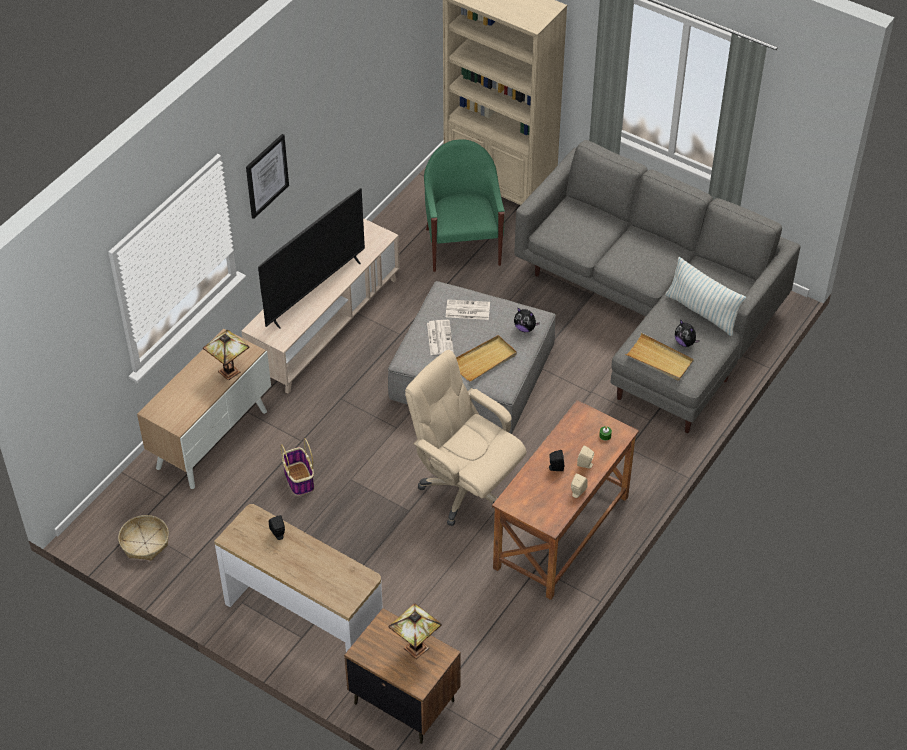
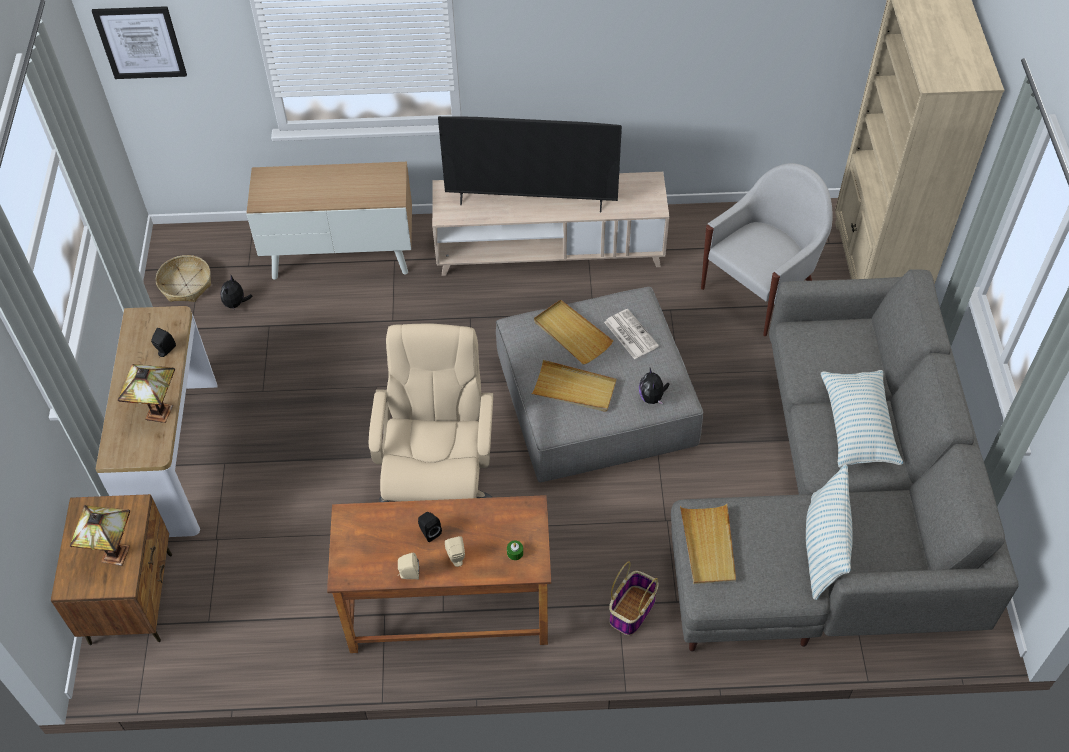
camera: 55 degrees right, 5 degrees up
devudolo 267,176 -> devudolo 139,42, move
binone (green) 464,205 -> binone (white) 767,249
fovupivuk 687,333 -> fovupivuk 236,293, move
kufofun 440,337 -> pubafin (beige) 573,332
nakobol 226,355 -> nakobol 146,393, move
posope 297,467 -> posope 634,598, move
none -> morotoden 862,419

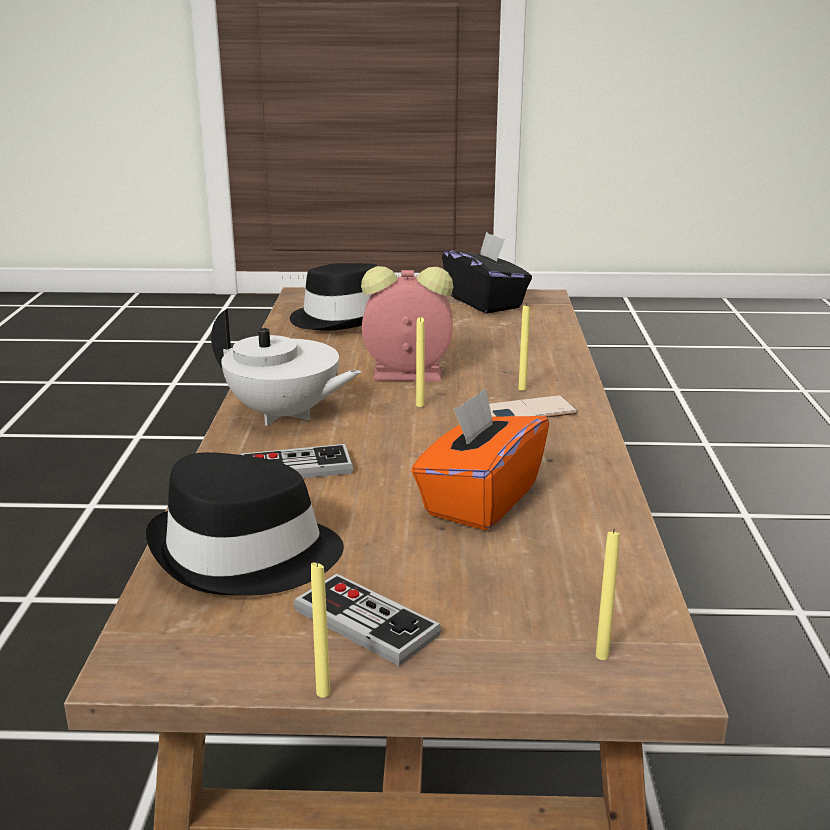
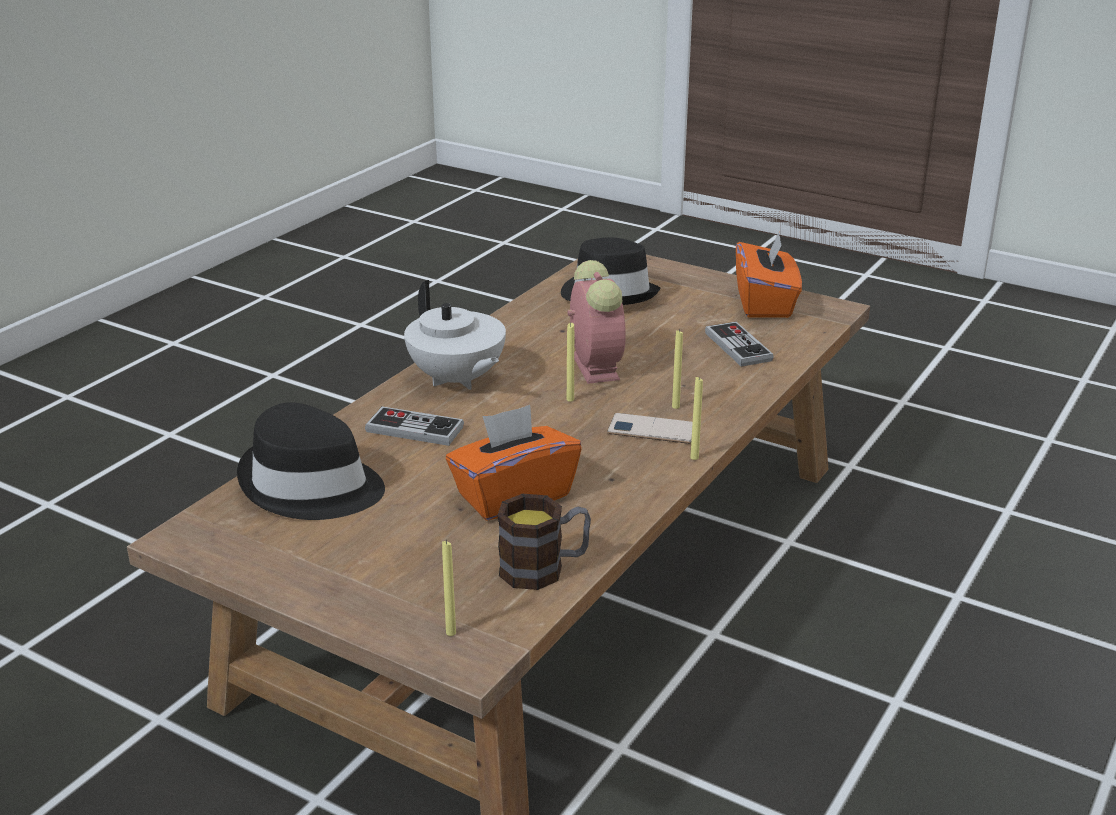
camera: 30 degrees right, 5 degrees up
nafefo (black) 487,272 -> nafefo (orange) 769,275
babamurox 407,323 -> babamurox 596,322, 45 degrees clockwise
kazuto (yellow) 320,629 -> kazuto (yellow) 696,418, move
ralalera 367,619 -> ralalera 739,344, move
none -> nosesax 544,542

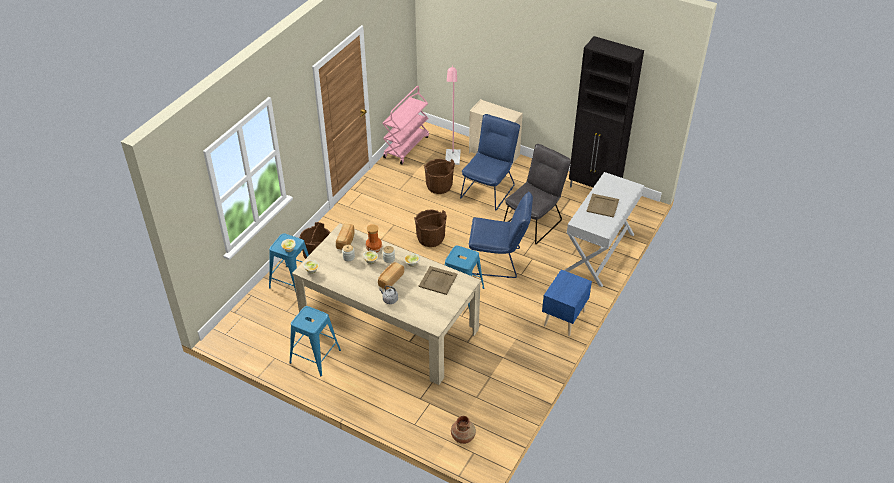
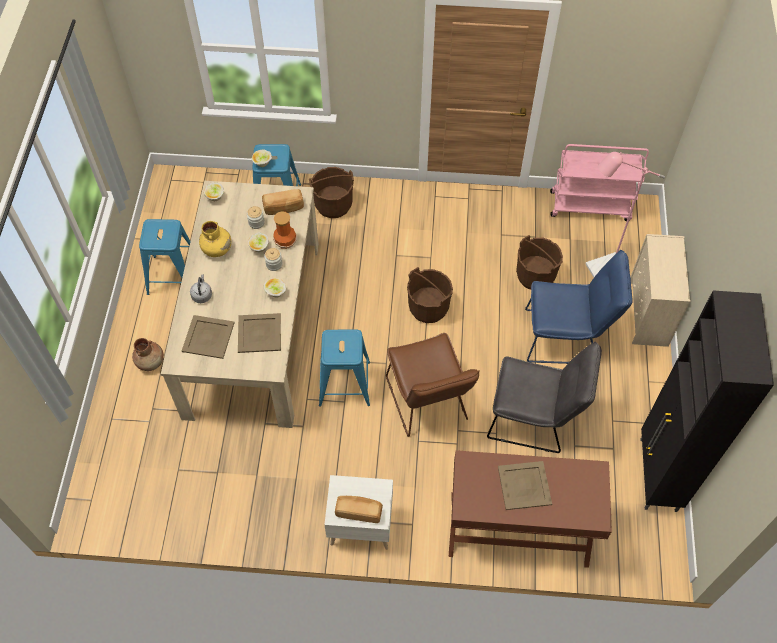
camera: 65 degrees right, 15 degrees up
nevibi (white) 604,229 -> nevibi (brown) 530,509
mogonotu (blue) 501,235 -> mogonotu (brown) 433,385
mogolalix 391,276 -> mogolalix 359,509, move
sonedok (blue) 567,303 -> sonedok (white) 358,512
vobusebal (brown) 463,430 -> vobusebal (brown) 148,354, move
none -> vobusebal (yellow) 215,239
none -> pubafin (beige) 208,337

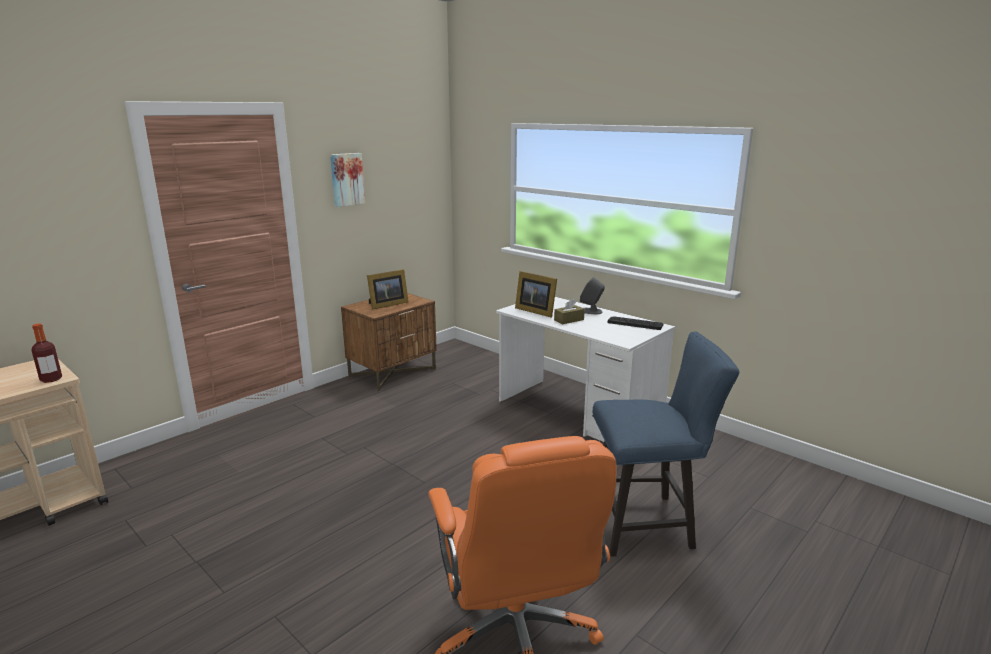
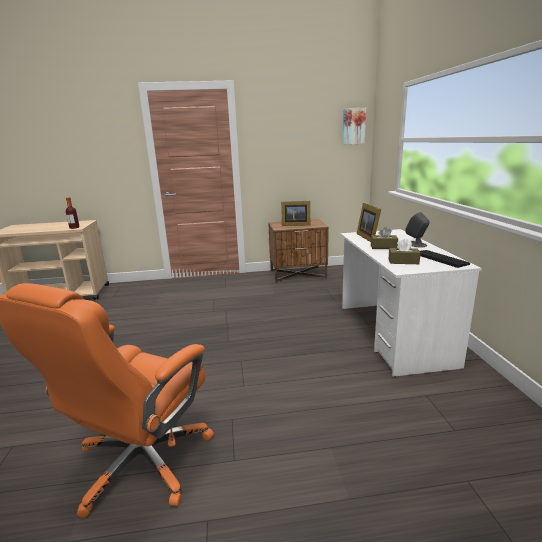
camera: 40 degrees right, 0 degrees up
devudolo 347,180 -> devudolo 354,126, move
mogonotu (blue) 666,444 -> none
none -> nafefo (brown) 404,251

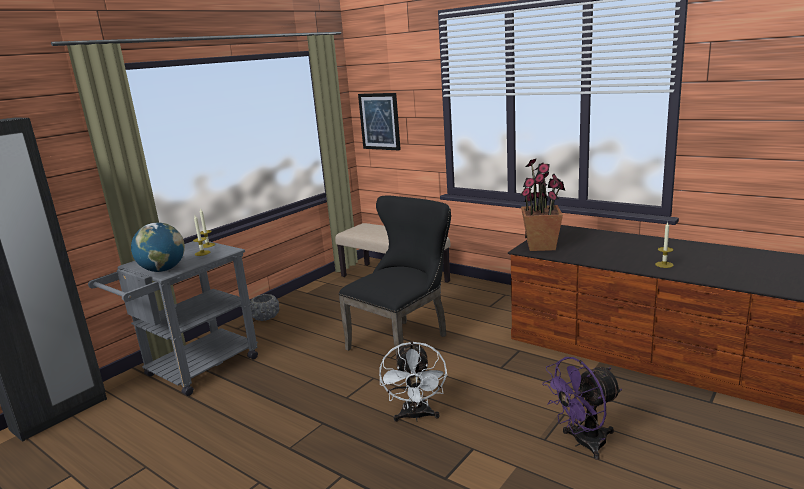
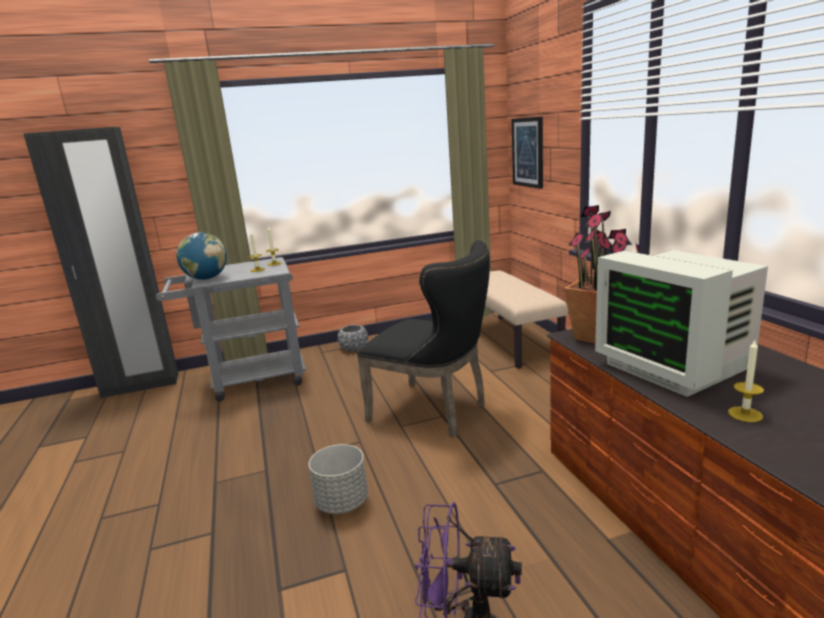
camera: 35 degrees right, 0 degrees up
mogonotu (black) 394,283 -> mogonotu (black) 423,339, 45 degrees clockwise
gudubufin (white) 413,381 -> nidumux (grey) 338,479
none -> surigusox 681,323

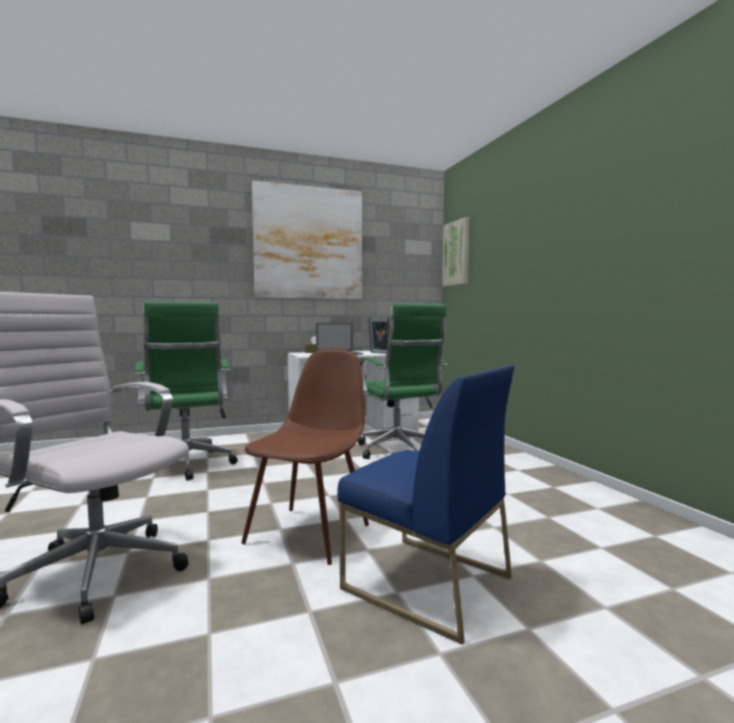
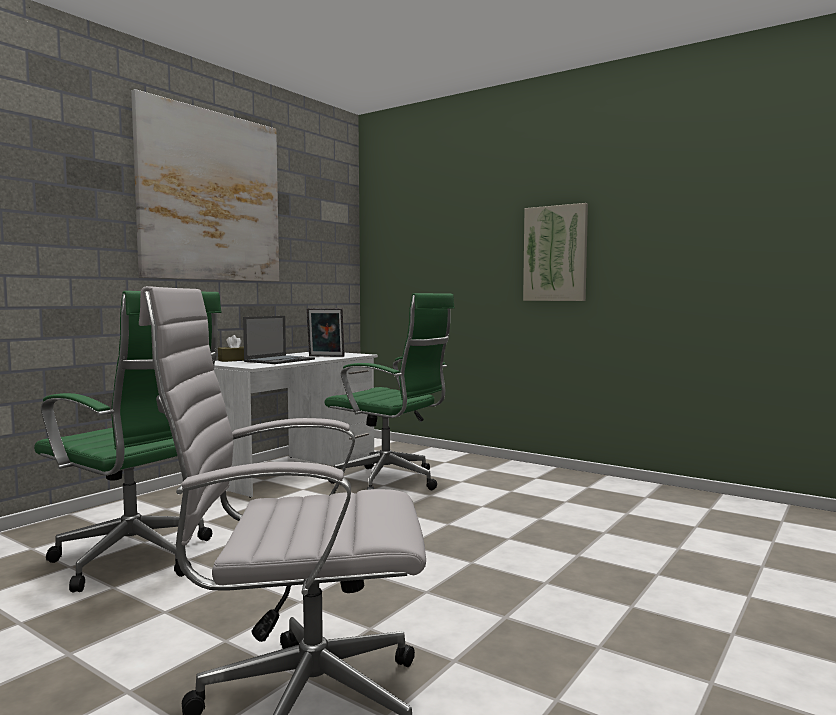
camera: 35 degrees left, 0 degrees up
devudolo 456,252 -> devudolo 555,252, move
mogonotu (brown) 305,456 -> none
mogonotu (blue) 425,504 -> none

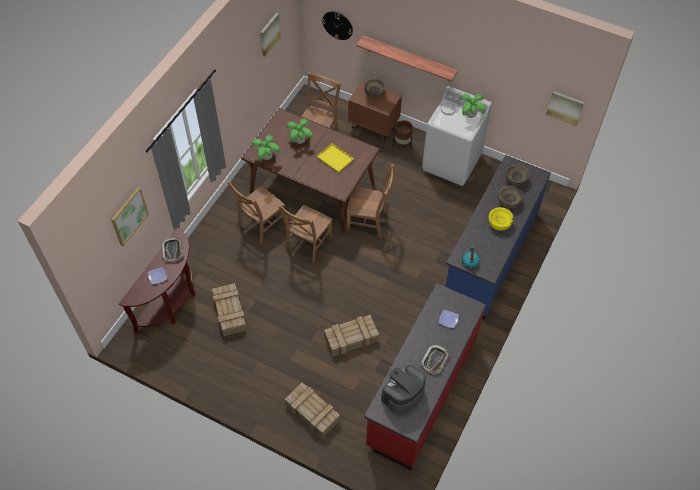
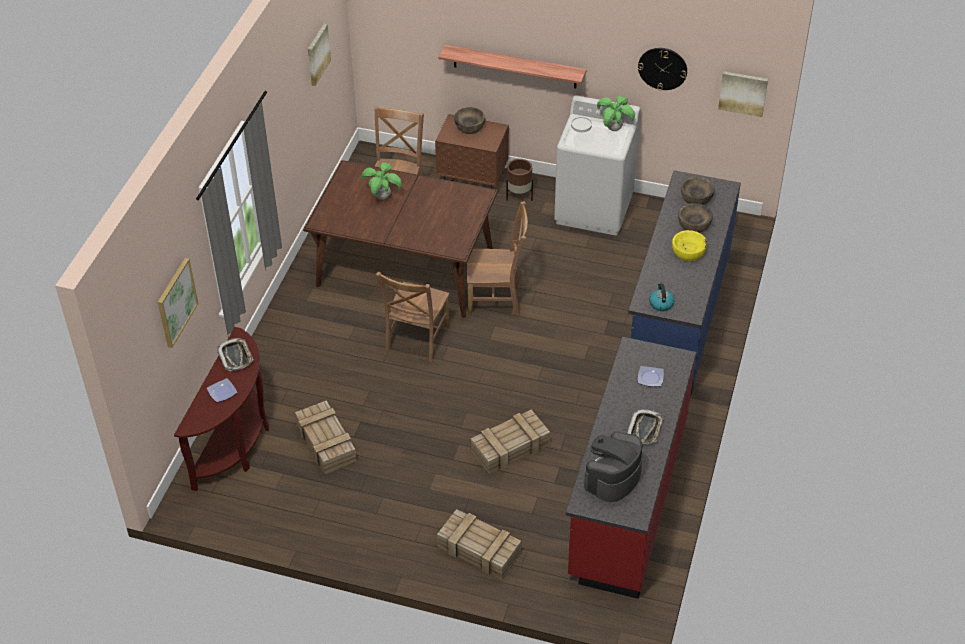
camera: 10 degrees left, 10 degrees down
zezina 337,25 -> zezina 662,69, move
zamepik 266,147 -> none
pubafin (yellow) 335,158 -> none
mogonotu (brown) 256,212 -> none

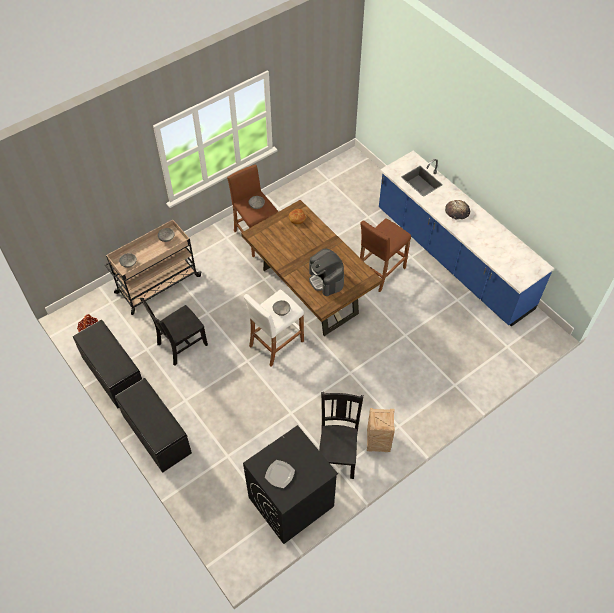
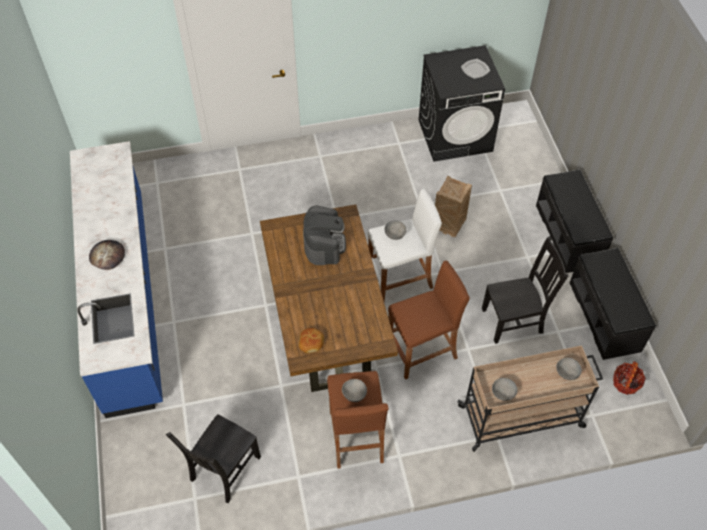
camera: 155 degrees left, 0 degrees up
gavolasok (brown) 385,255 -> gavolasok (brown) 429,320, move
mogonotu (black) 341,435 -> mogonotu (black) 213,458, move
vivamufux 381,430 -> vivamufux 453,206, move

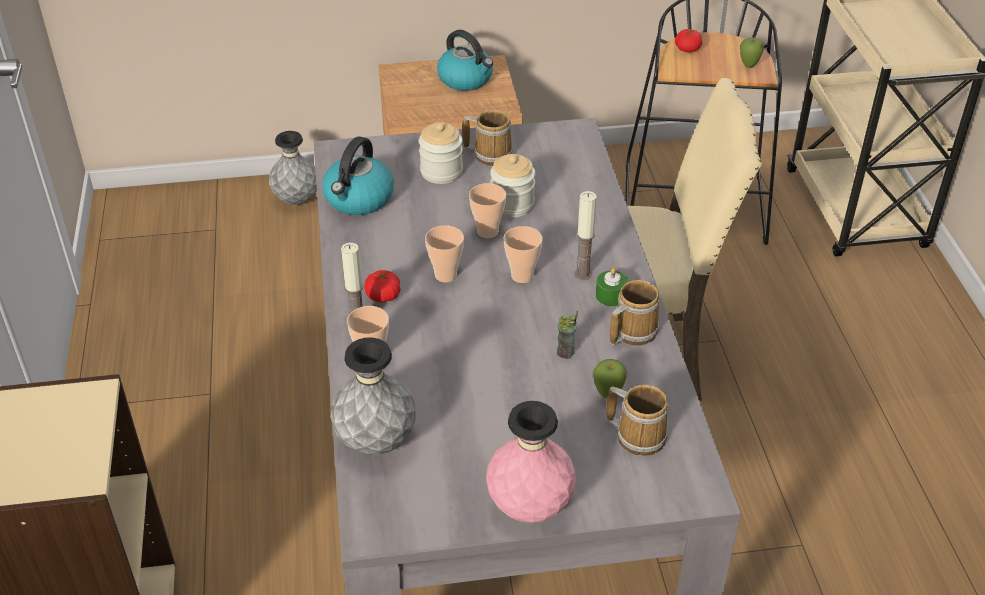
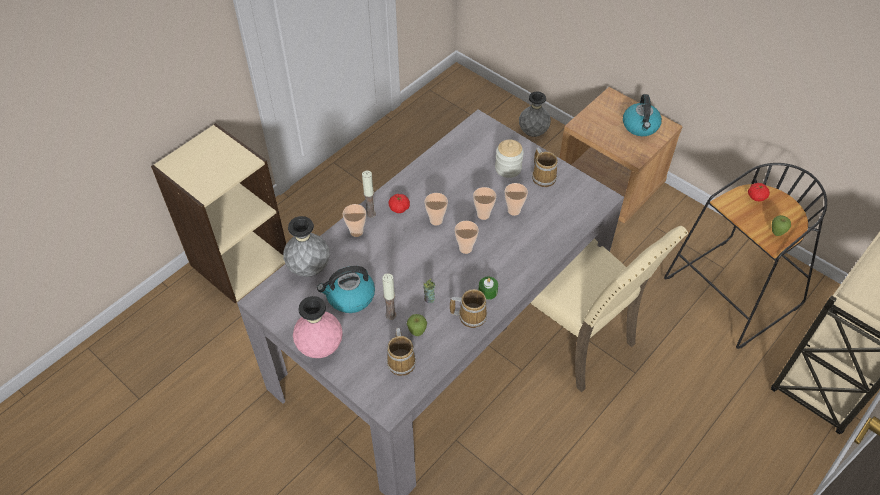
camera: 50 degrees right, 10 degrees up
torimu 358,175 -> torimu 346,289, move
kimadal 512,185 -> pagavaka 516,199
kazuto 585,235 -> kazuto 389,296, move

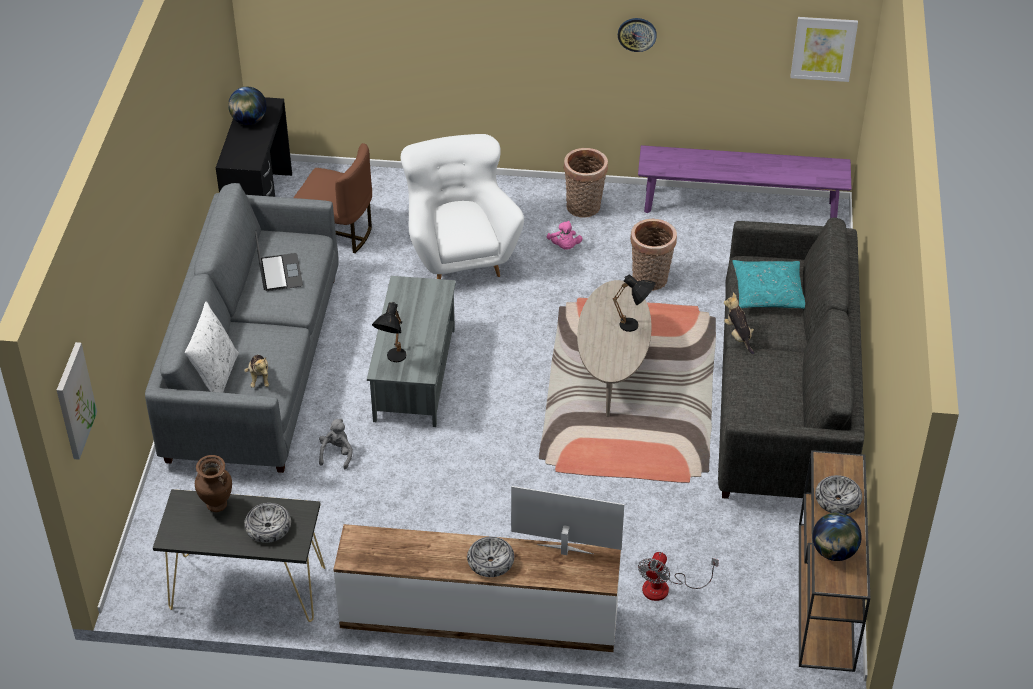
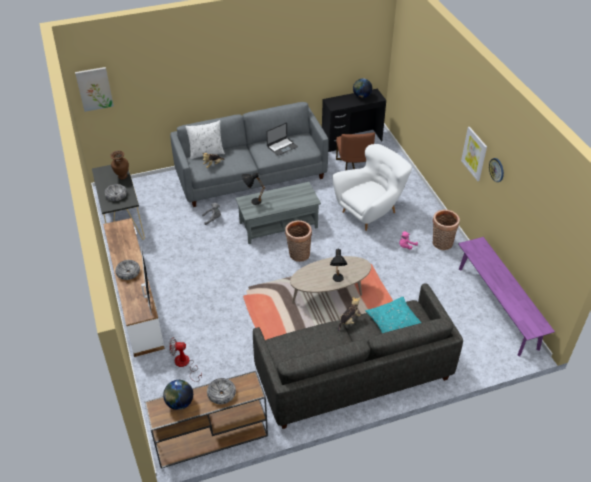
camera: 65 degrees right, 0 degrees up
devudolo 824,49 -> devudolo 474,154, move
posope 653,255 -> posope 298,241, move

